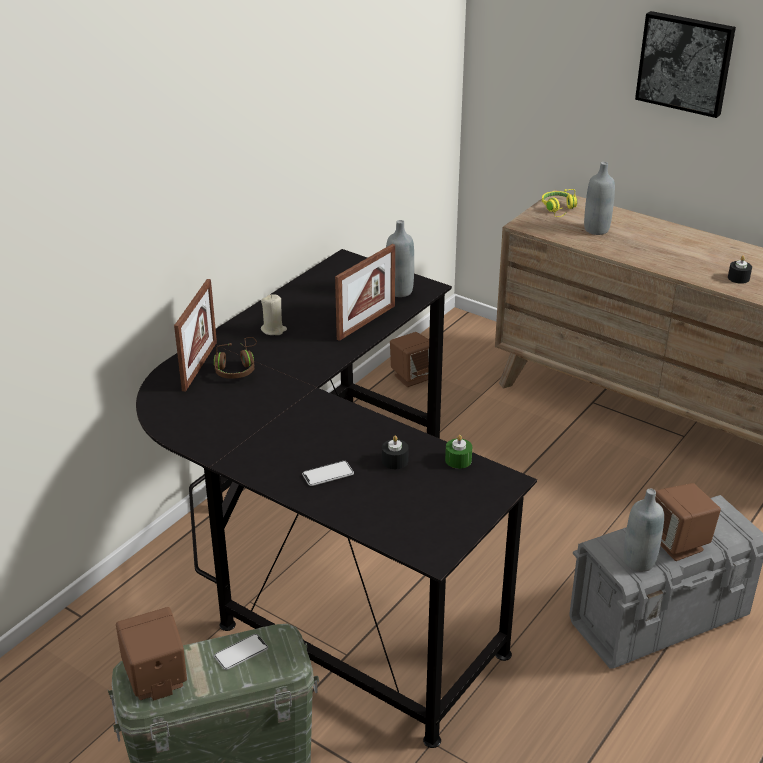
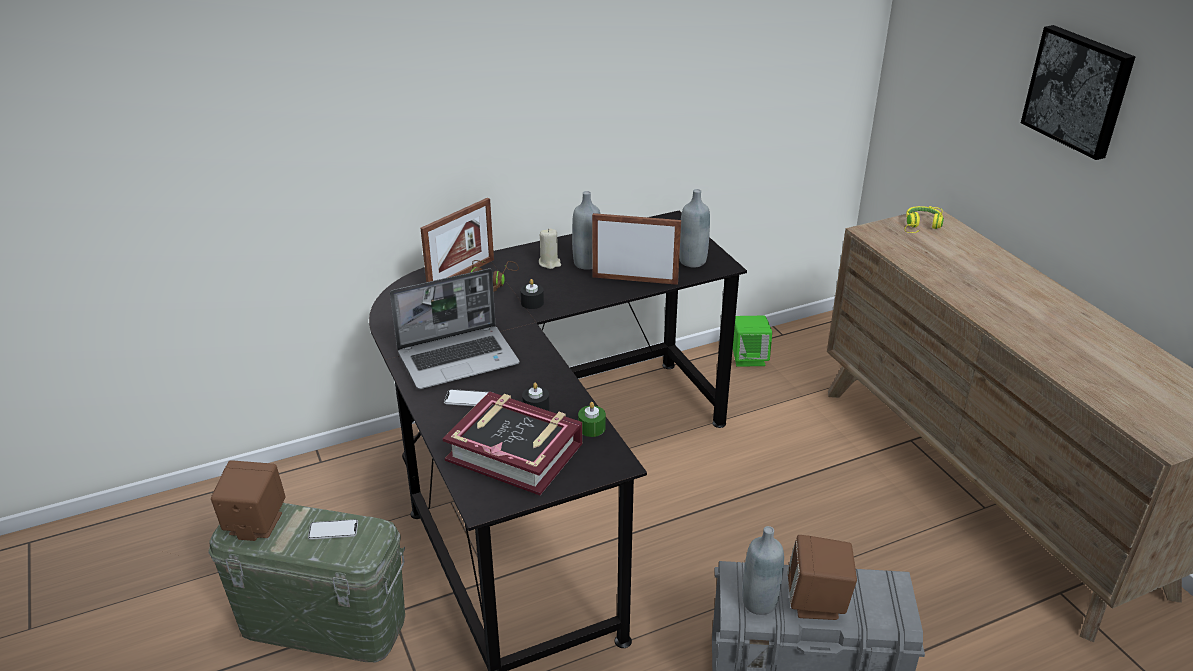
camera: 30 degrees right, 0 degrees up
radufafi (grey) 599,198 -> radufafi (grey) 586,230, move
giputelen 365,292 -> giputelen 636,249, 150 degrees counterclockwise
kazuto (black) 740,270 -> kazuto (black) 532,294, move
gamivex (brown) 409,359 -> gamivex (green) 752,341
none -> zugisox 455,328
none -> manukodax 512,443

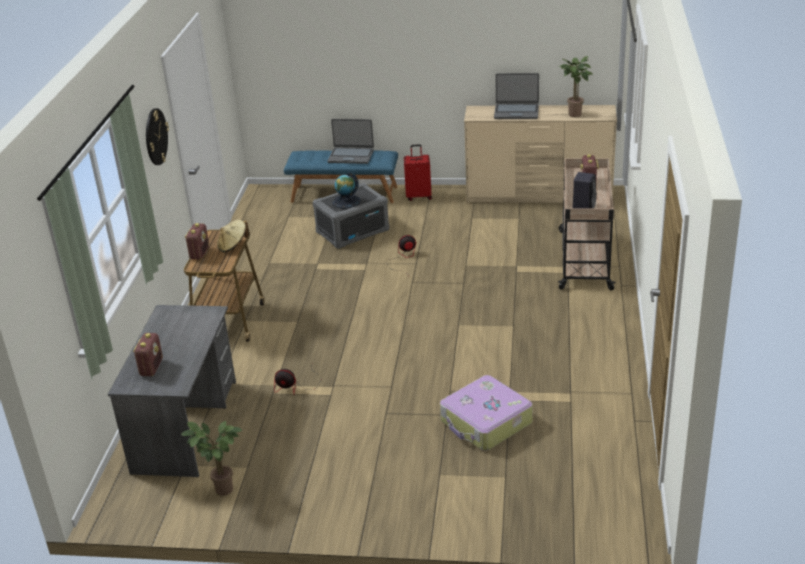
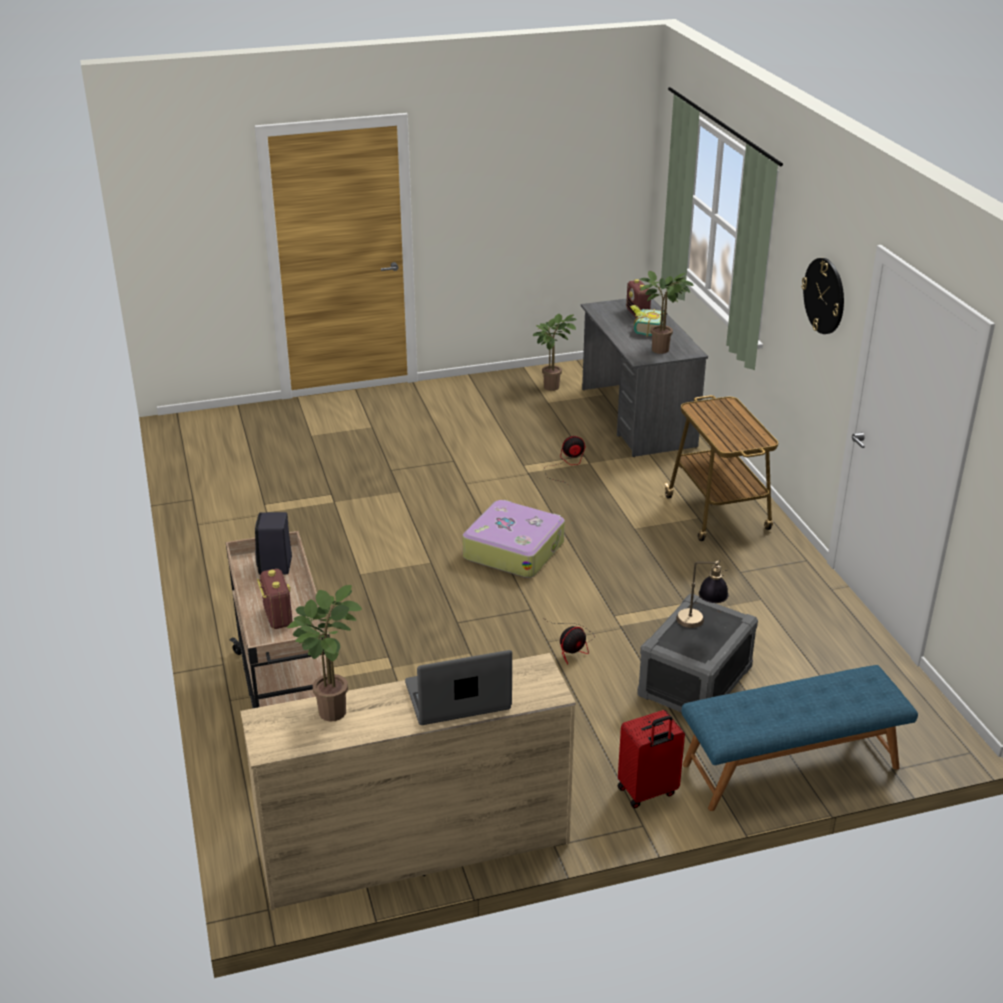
camera: 155 degrees right, 0 degrees up
zugisox 350,141 -> none
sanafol 346,190 -> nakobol 702,593
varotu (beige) 233,236 -> none
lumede 197,241 -> none
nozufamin 486,413 -> nozufamin 513,539, move
none -> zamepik 666,312
none -> manukodax 647,321

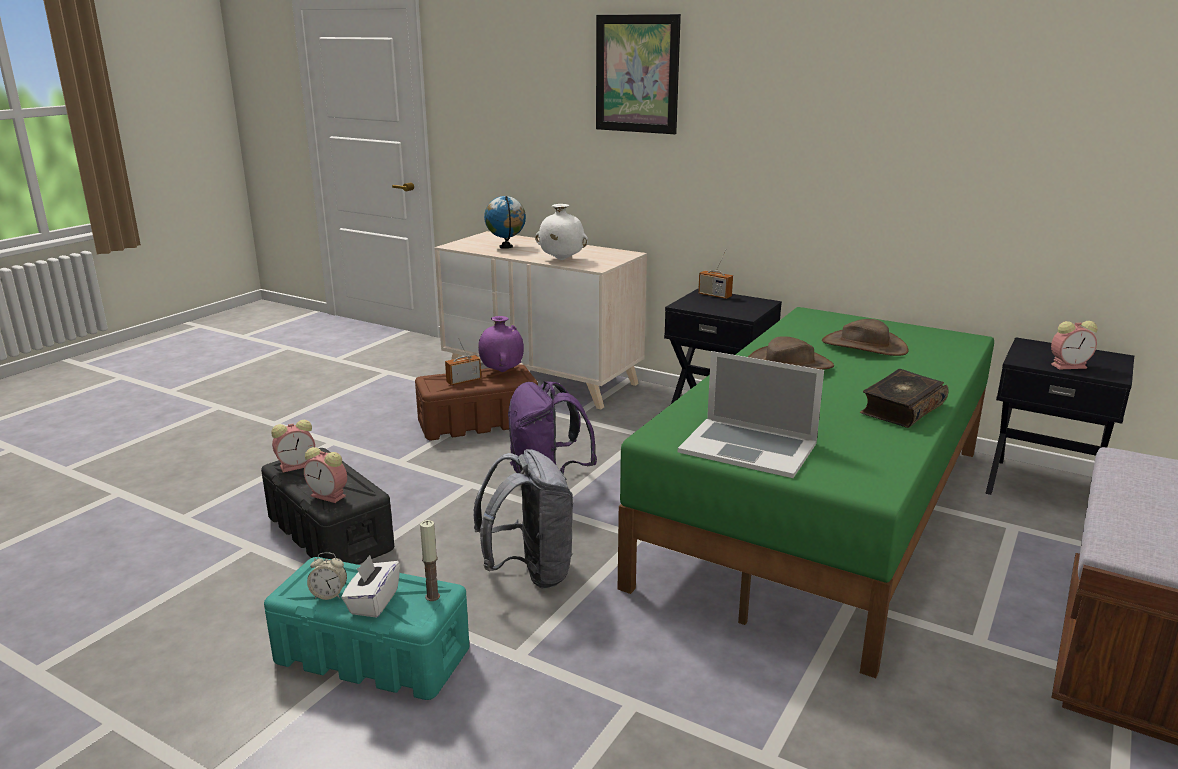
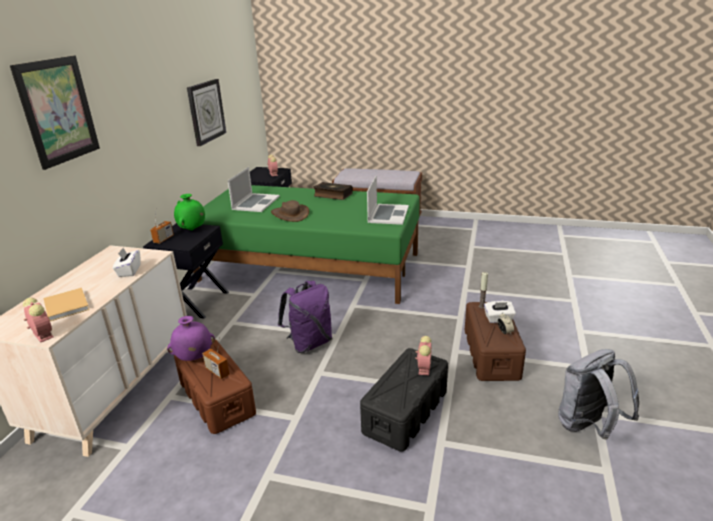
camera: 105 degrees left, 5 degrees up
sanafol 505,222 -> manukodax (beige) 66,304
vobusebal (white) 561,232 -> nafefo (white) 127,262
varotu (brown) 865,337 -> zugisox 254,189
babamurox 293,446 -> babamurox 38,320, move
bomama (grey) 524,519 -> bomama (grey) 598,394, move
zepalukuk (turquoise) 366,628 -> zepalukuk (brown) 495,341
none -> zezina 206,112
none -> vobusebal (green) 189,212

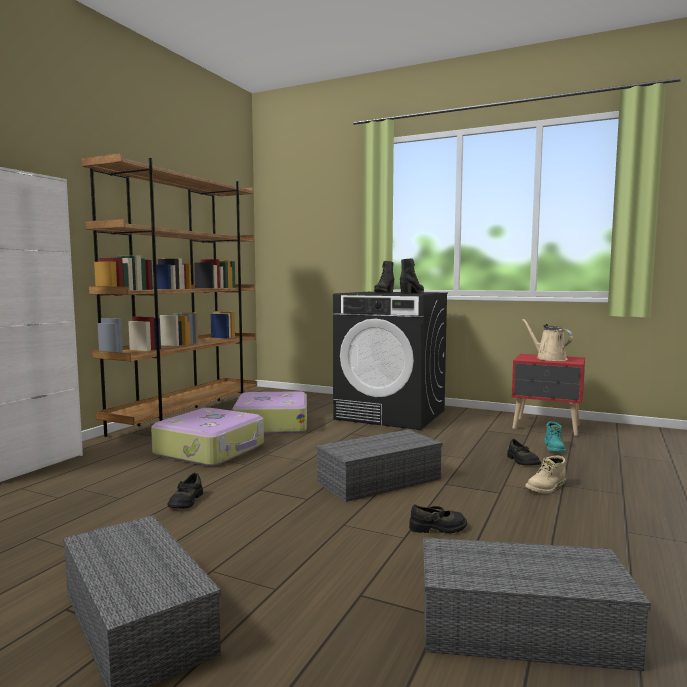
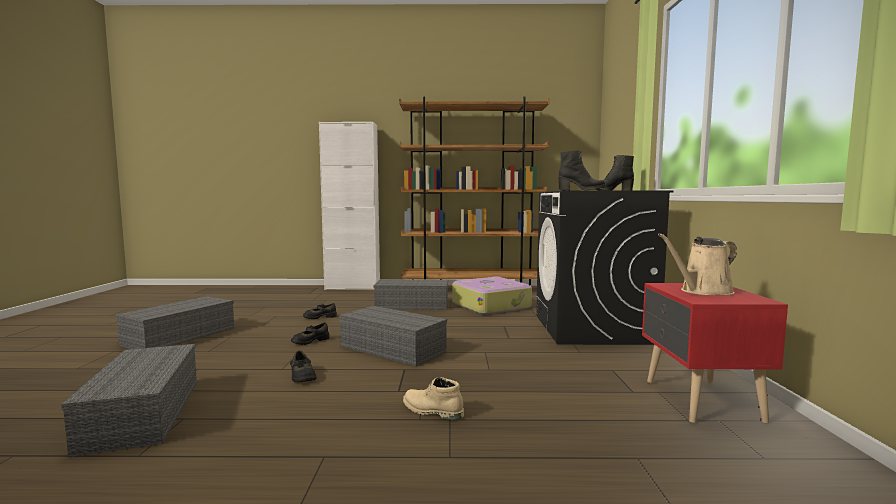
camera: 65 degrees right, 0 degrees up
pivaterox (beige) 547,340 -> pivaterox (beige) 697,264, 150 degrees counterclockwise
nozufamin 207,437 -> zepalukuk (grey) 410,294
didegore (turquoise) 555,437 -> none
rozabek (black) 524,452 -> rozabek (black) 310,333, move

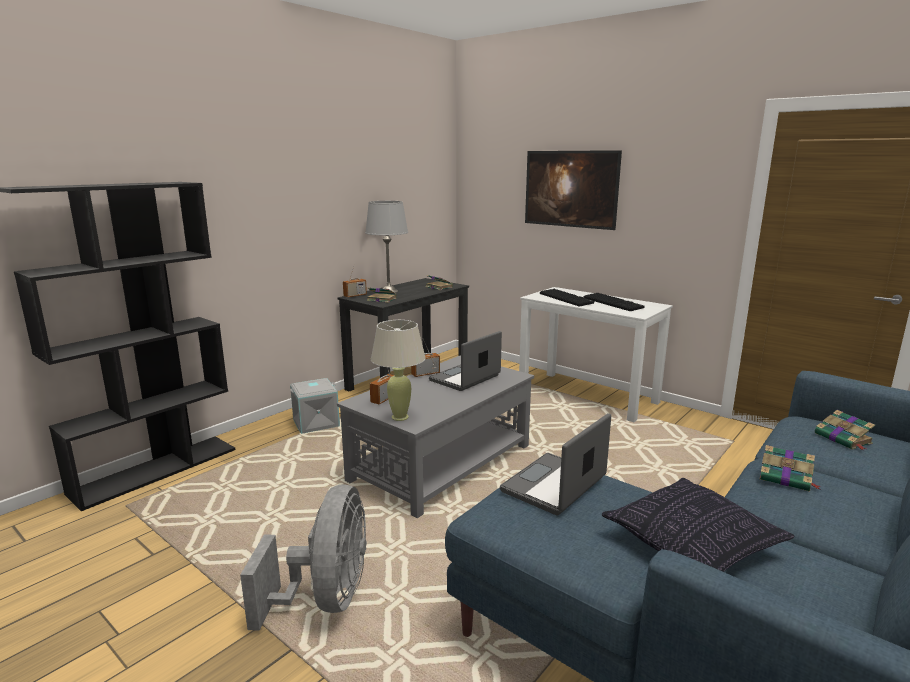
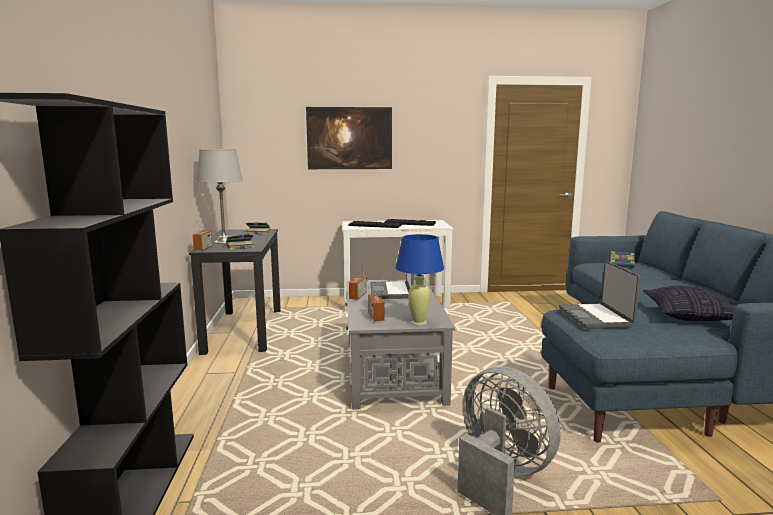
camera: 45 degrees left, 5 degrees down
nakobol (beige) 398,370 -> nakobol (blue) 419,279
zepalukuk (grey) 315,406 -> none
manukodax 790,468 -> none

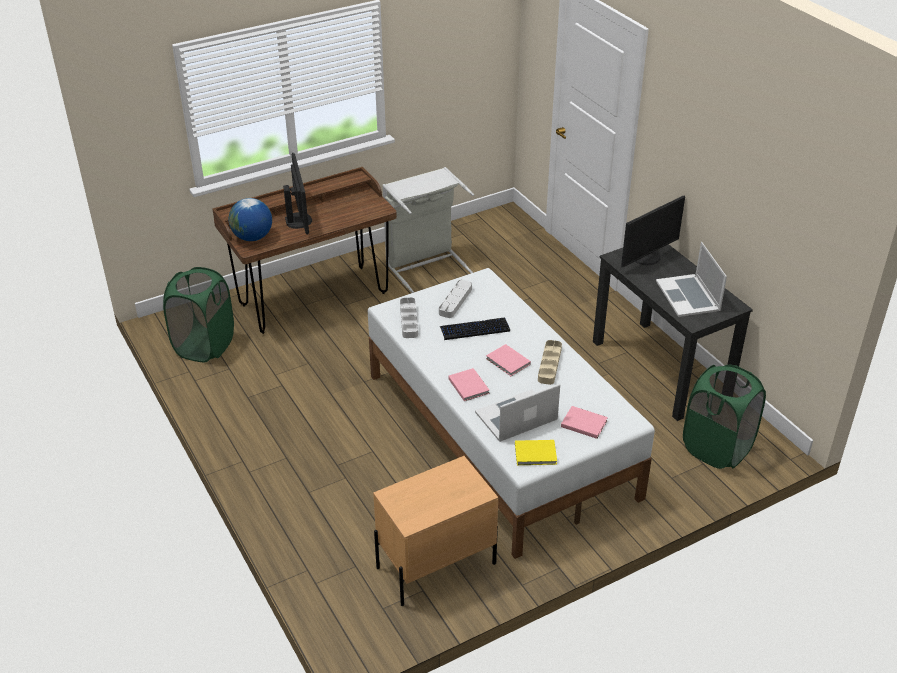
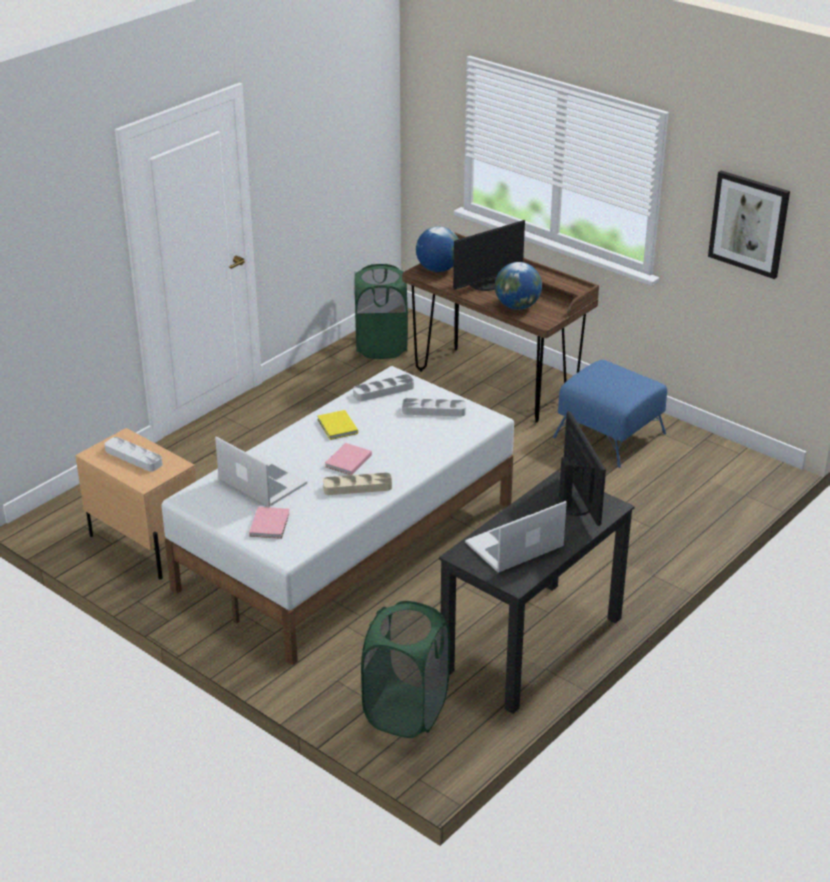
camera: 70 degrees right, 5 degrees down
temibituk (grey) 428,230 -> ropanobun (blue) 610,414
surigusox 653,231 -> surigusox 581,468, 135 degrees counterclockwise
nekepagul 475,328 -> none
manukodax (pink) 469,384 -> none
manukodax (yellow) 536,452 -> manukodax (yellow) 337,425, move
none -> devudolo 749,224
none -> sanafol 518,286
none -> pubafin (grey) 134,454

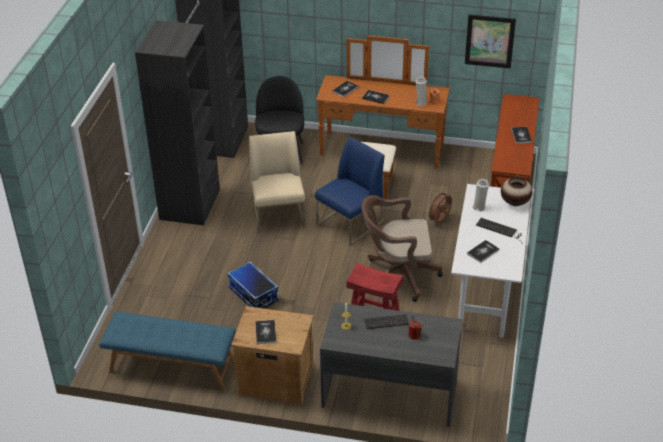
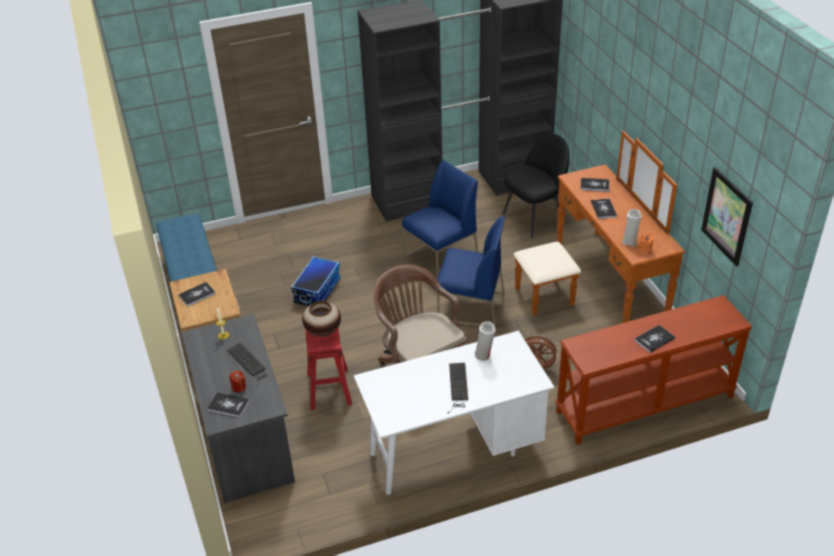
camera: 60 degrees right, 0 degrees up
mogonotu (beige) 277,182 -> mogonotu (blue) 440,220
vobusebal 517,191 -> vobusebal 321,319, move
manukodax 483,251 -> manukodax 228,405, move

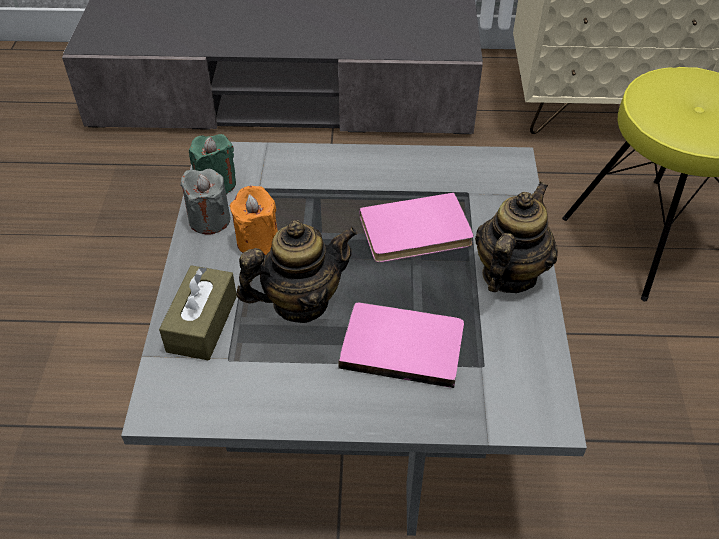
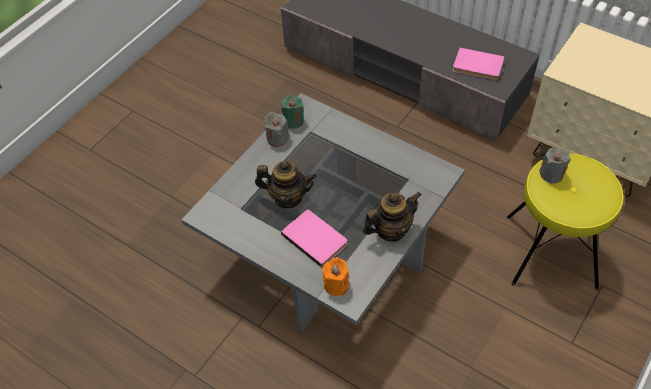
camera: 35 degrees right, 5 degrees up
kazuto (orange) 254,220 -> kazuto (orange) 335,276, move
manukodax (pink) 416,227 -> manukodax (pink) 479,64, move
nafefo (brown) 198,312 -> none
none -> kazuto (grey) 555,166

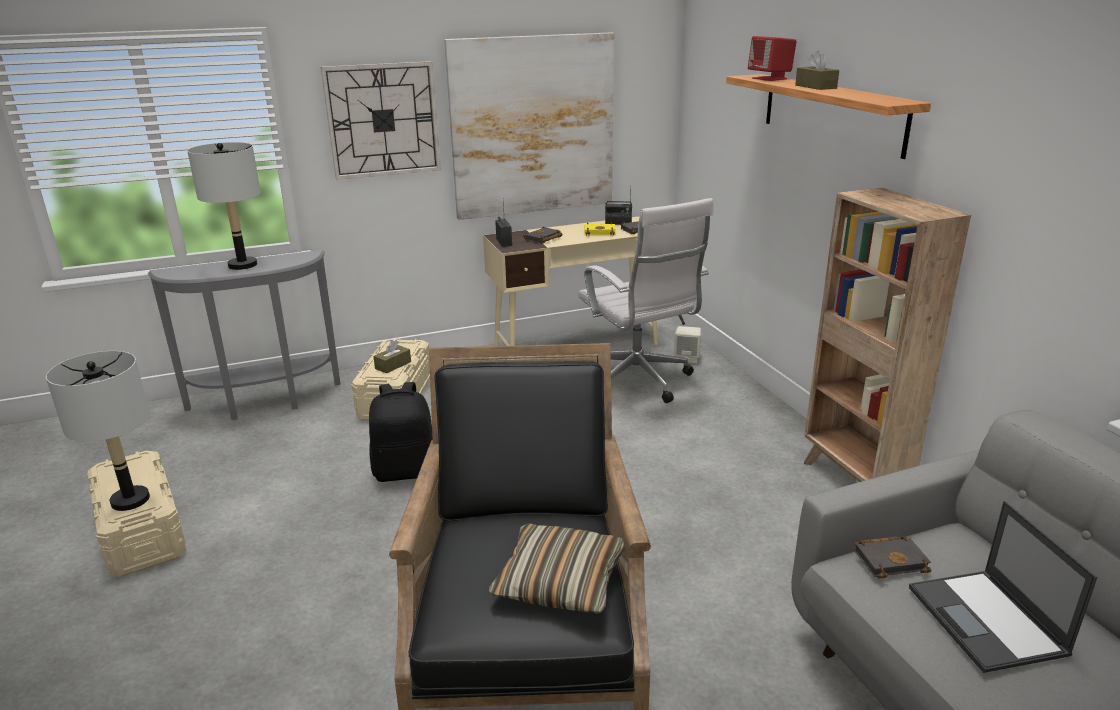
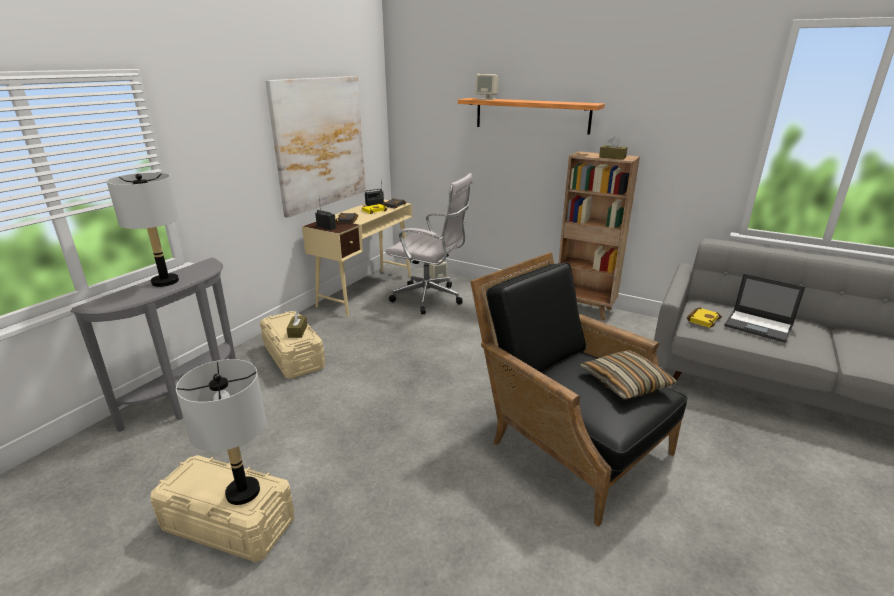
camera: 40 degrees left, 0 degrees up
gamivex (red) 772,58 -> gamivex (beige) 486,87
nafefo (brown) 817,70 -> nafefo (brown) 613,148, move
zezina 381,120 -> none
bomama (black) 401,432 -> none
manukodax (black) 893,557 -> manukodax (yellow) 704,317

